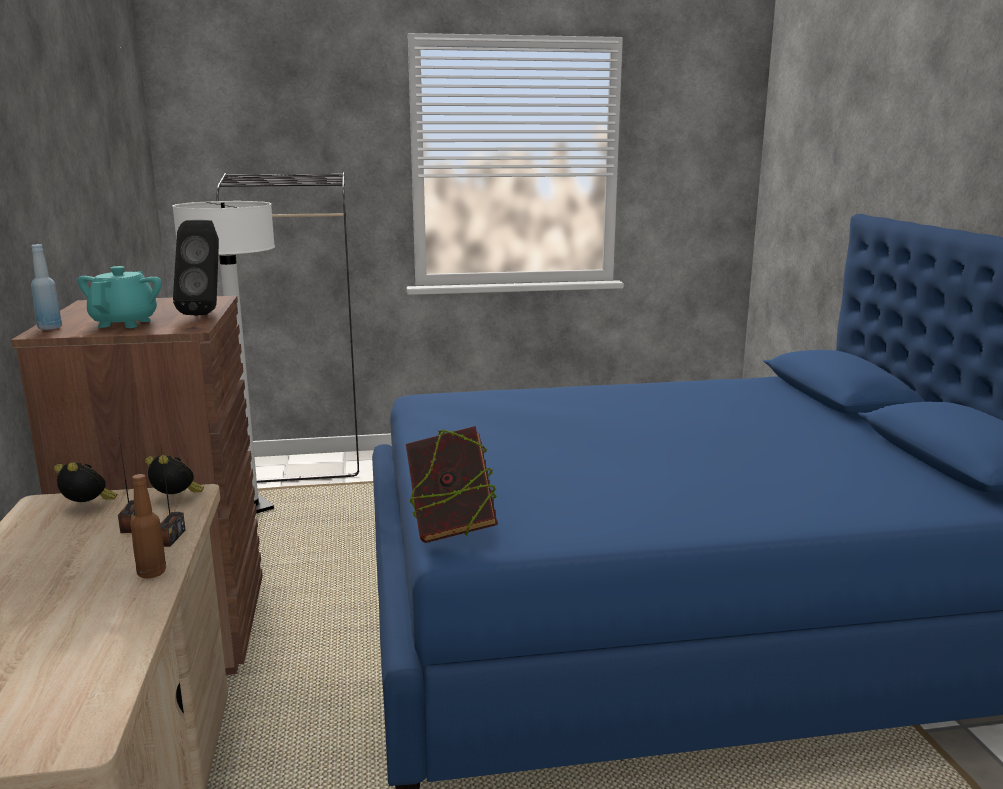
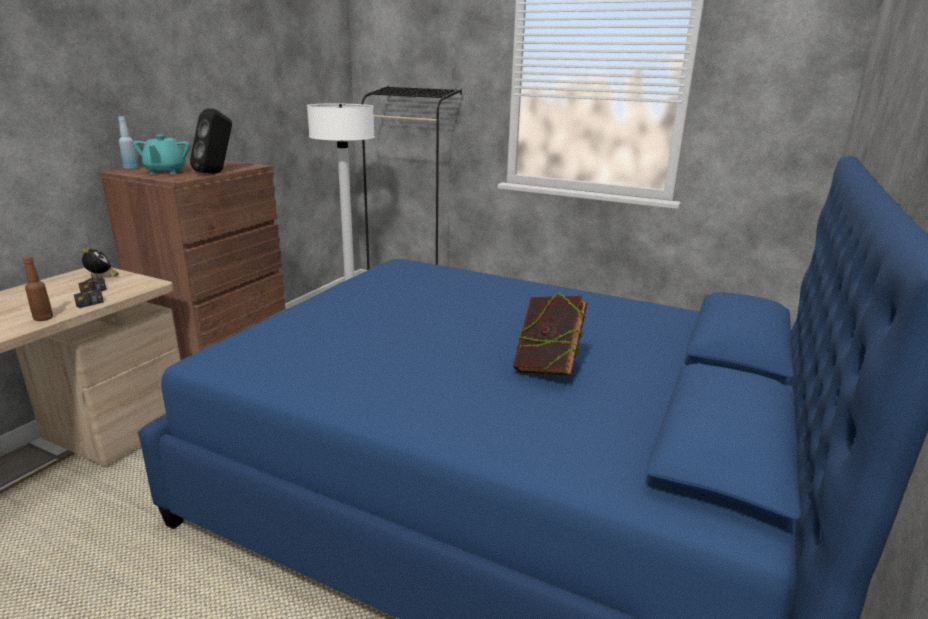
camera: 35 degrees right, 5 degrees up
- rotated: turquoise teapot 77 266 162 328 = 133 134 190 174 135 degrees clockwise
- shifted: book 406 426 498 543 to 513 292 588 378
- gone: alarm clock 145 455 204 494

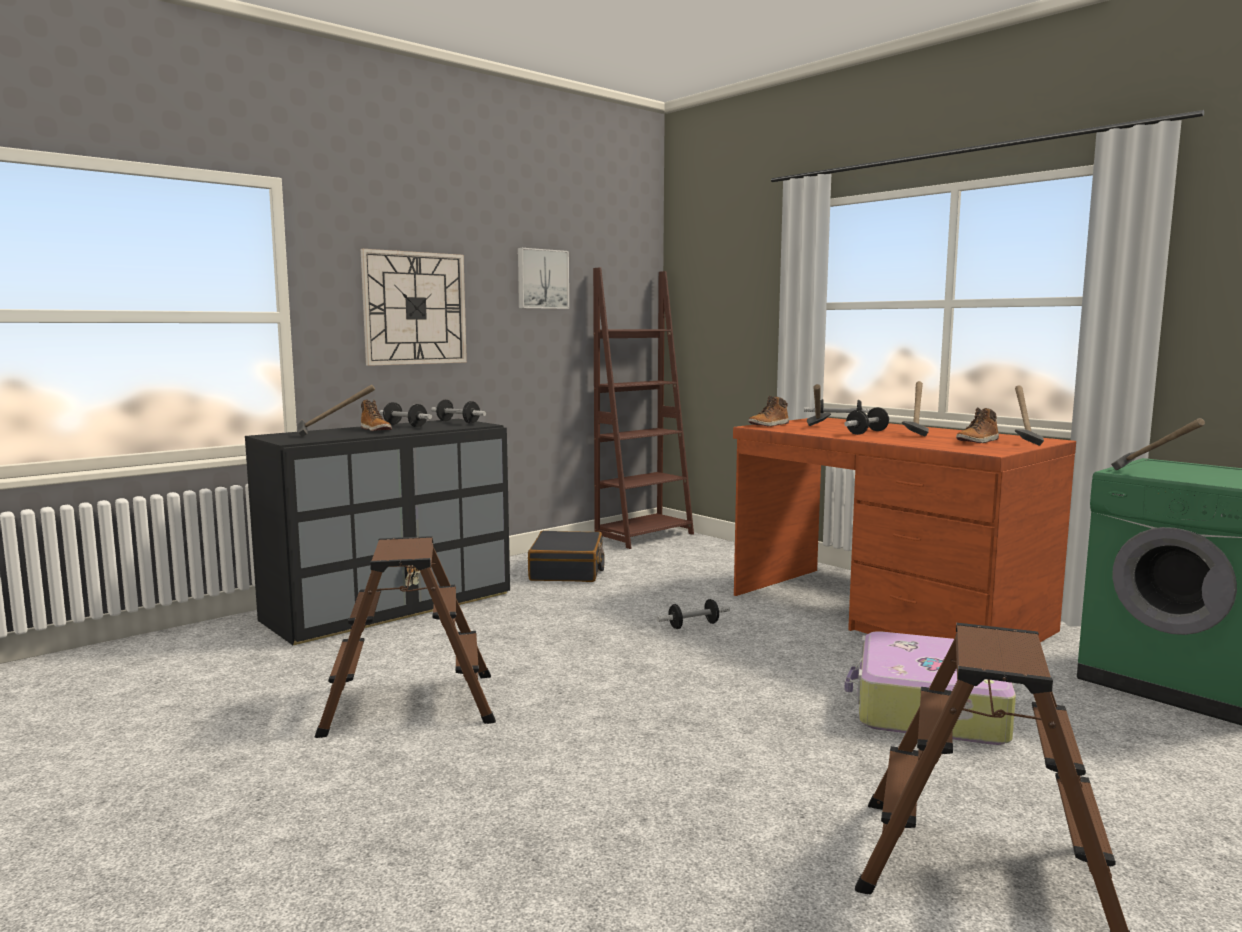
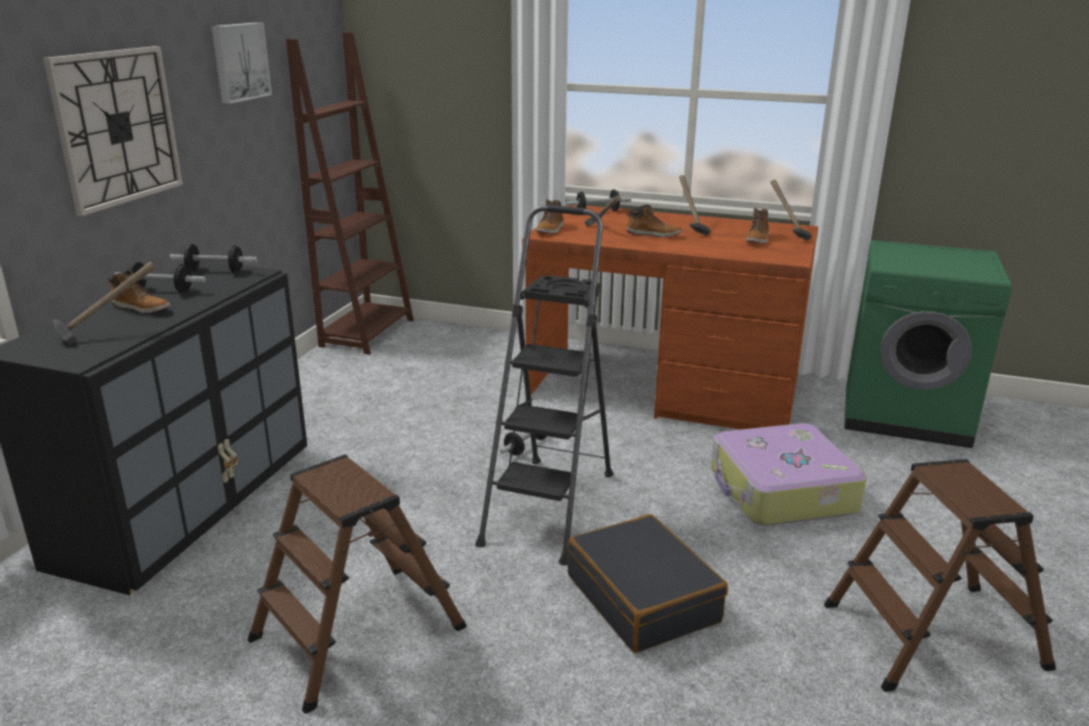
camera: 30 degrees left, 15 degrees up
- swapped: dumbbell 844 407 890 435 to boot 626 205 682 237
- gone: hammer 1111 418 1205 470
- shifted: black suitcase 528 531 604 582 to 567 514 728 653
- new: step ladder 475 205 614 565

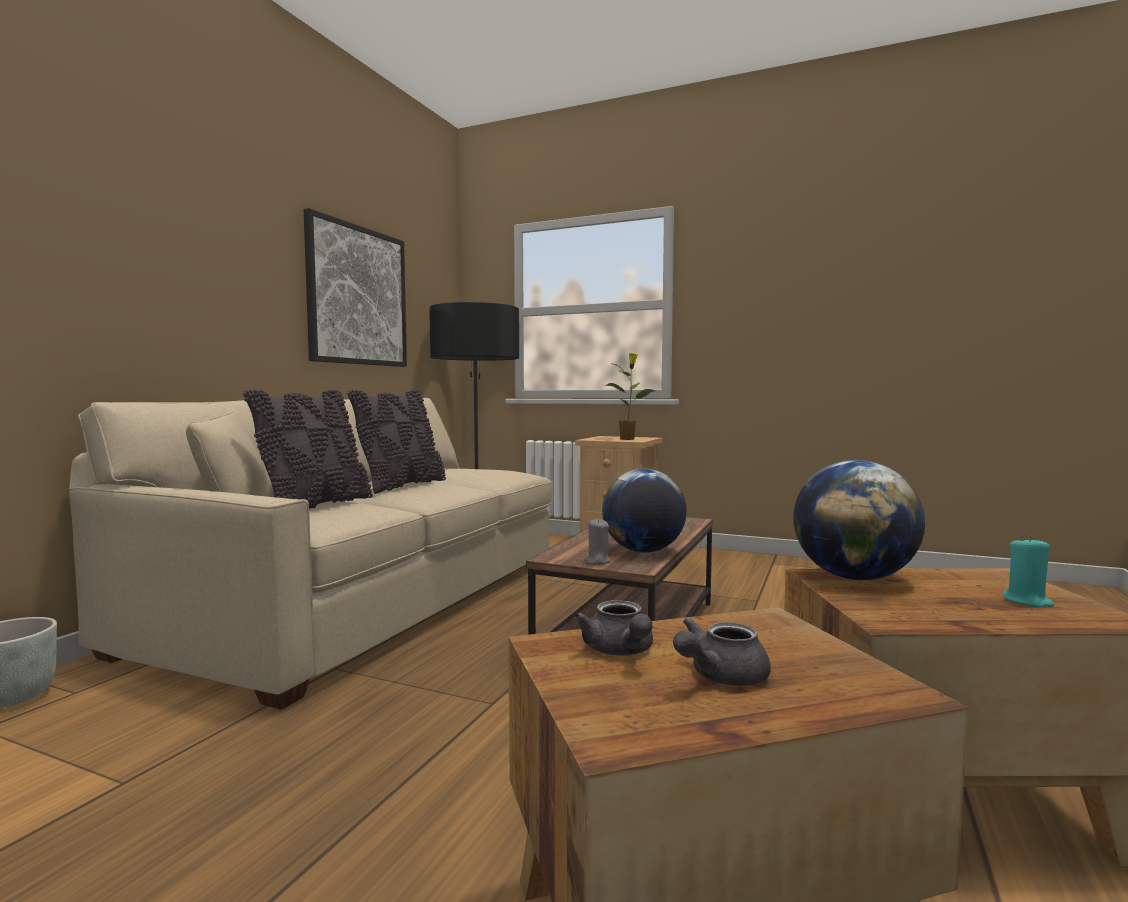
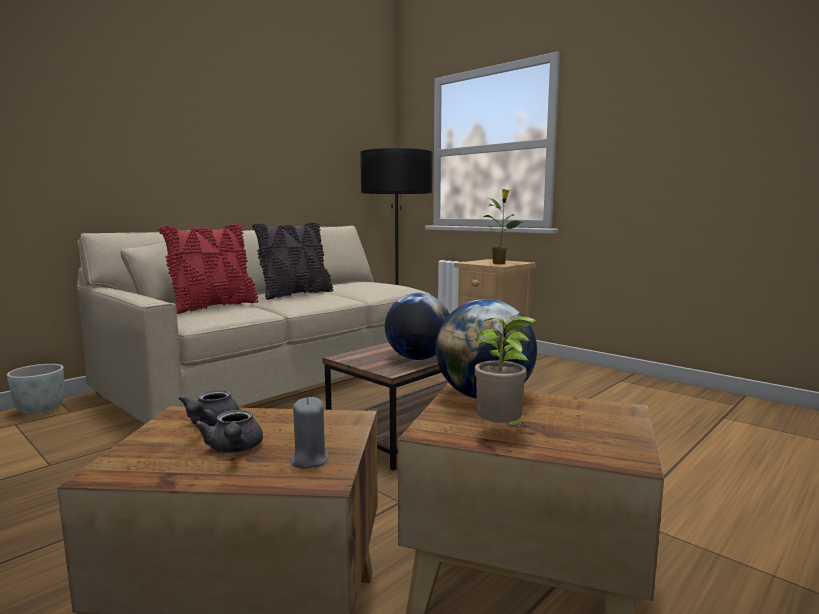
camera: 20 degrees right, 5 degrees up
- gone: picture 304 208 407 367
- repainted: black pillow 243 389 373 509 to red pillow 158 224 259 314
- shifted: grey candle 584 518 611 565 to 290 397 329 469
- gone: turquoise candle 1002 536 1054 608
- rotated: grey teapot 673 617 771 686 = 194 410 263 453 90 degrees counterclockwise
- new: potted plant 475 316 537 426

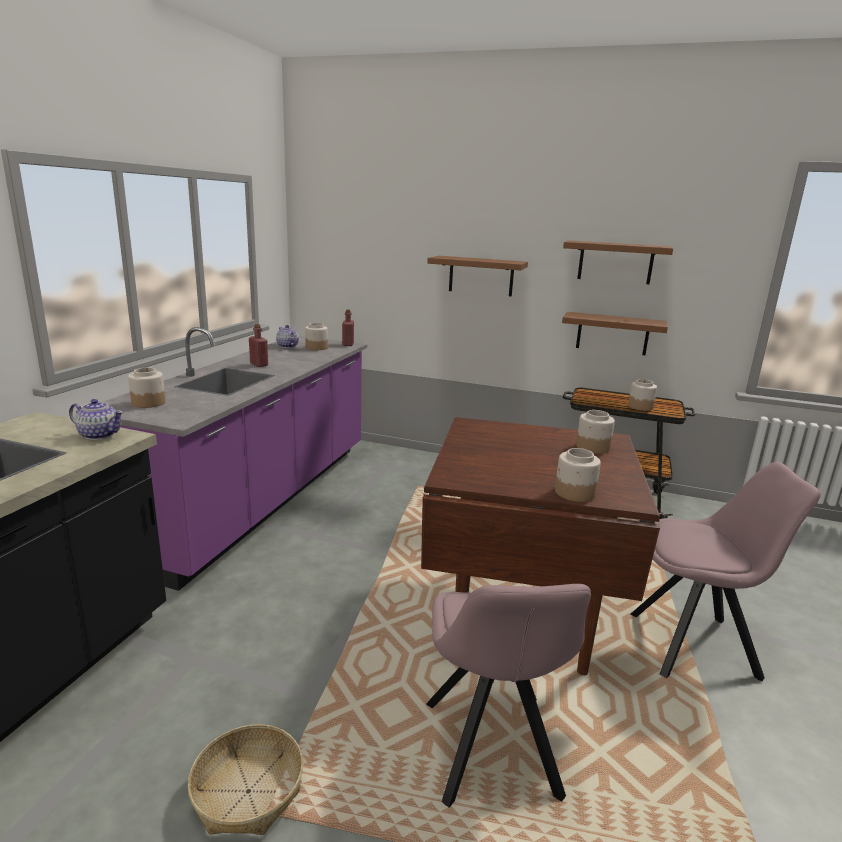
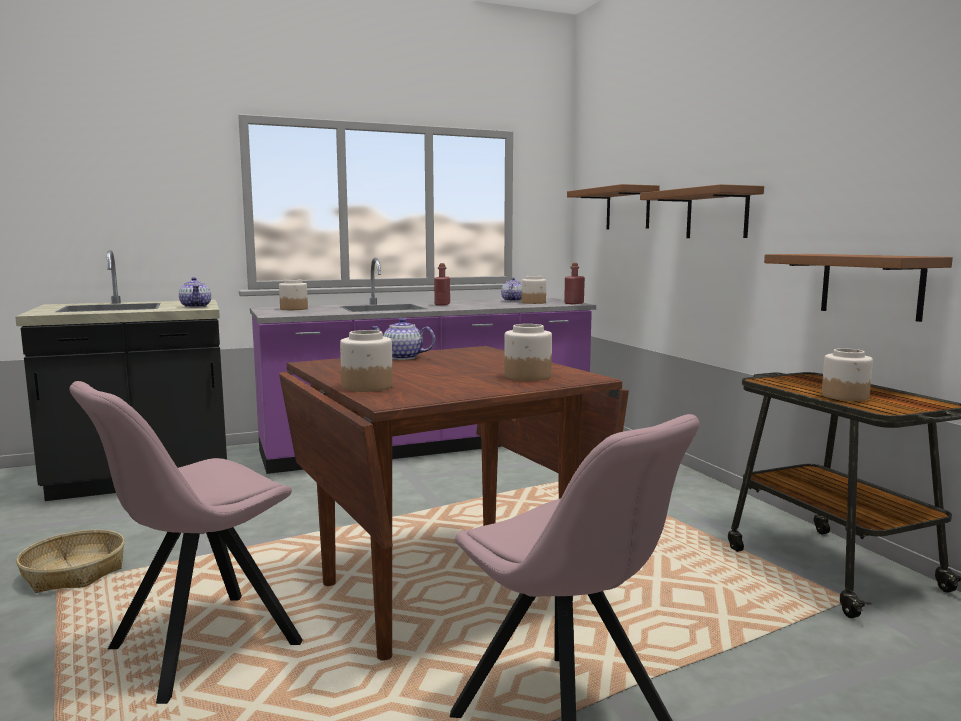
camera: 50 degrees right, 10 degrees down
- shifted: brown shelf 563 241 673 284 to 567 184 660 229
- new: teapot 370 318 435 360

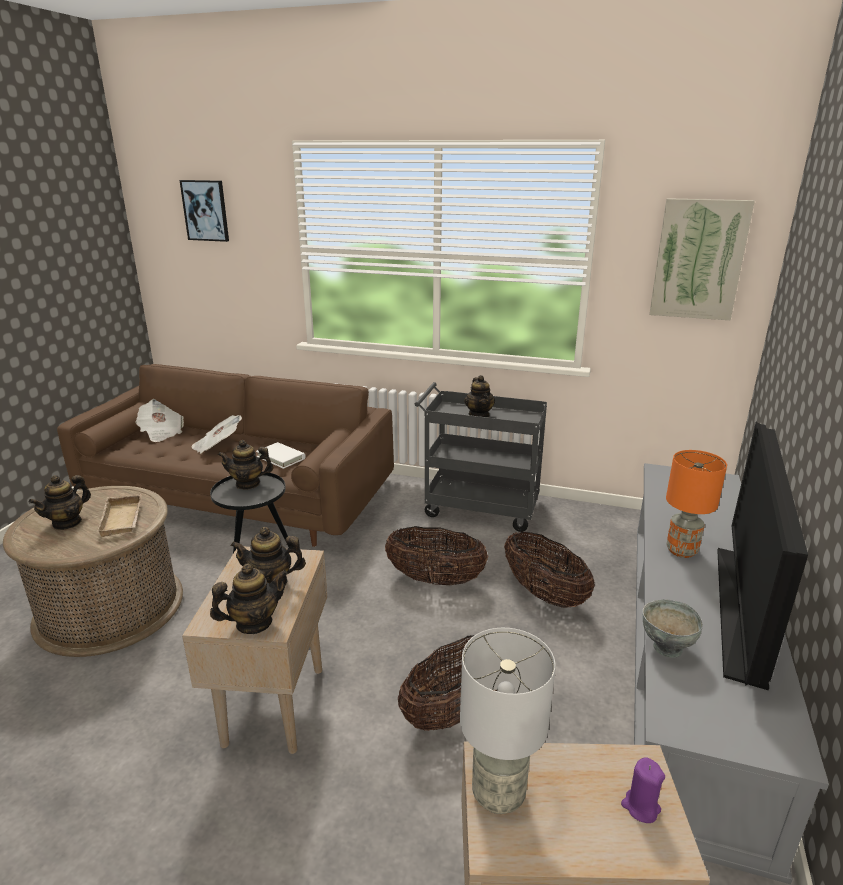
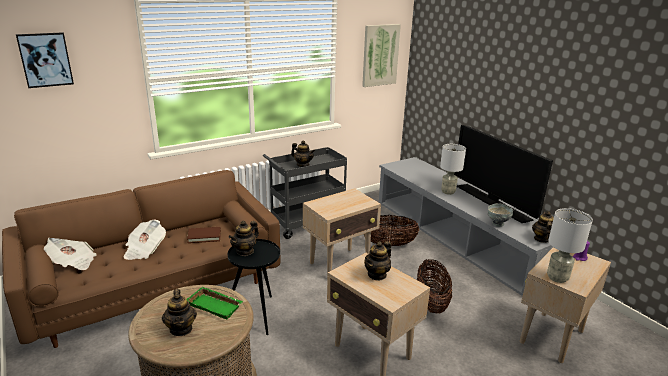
camera: 50 degrees left, 0 degrees up
- repainted: white book 256 442 305 469 to brown book 187 227 221 243
- repainted: orange table lamp 666 450 727 558 to grey table lamp 440 144 466 195
- repainted: beige tray 97 494 142 537 to green tray 187 286 243 320
- swapped: basket 385 526 488 585 to beige side table 303 188 381 279
- shifted: teapot 210 564 288 634 to 532 211 554 243

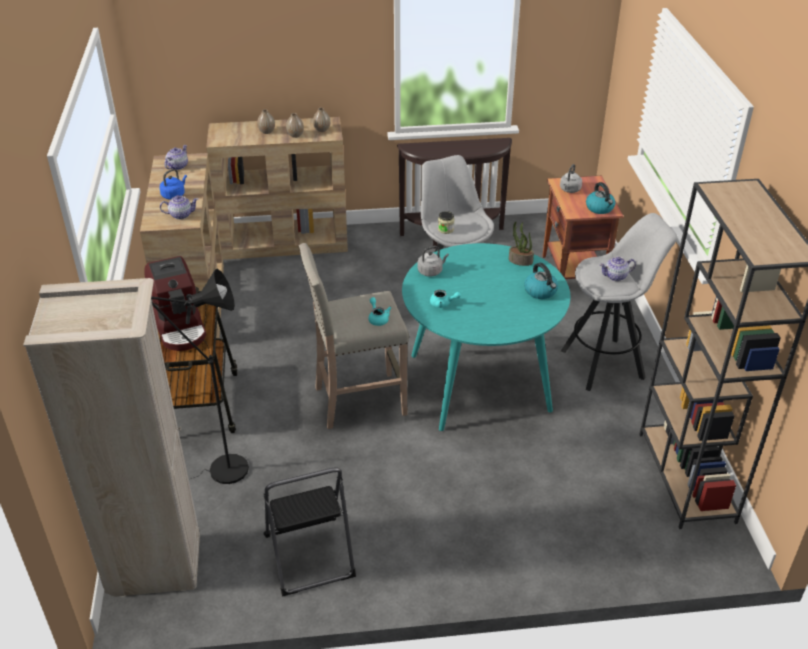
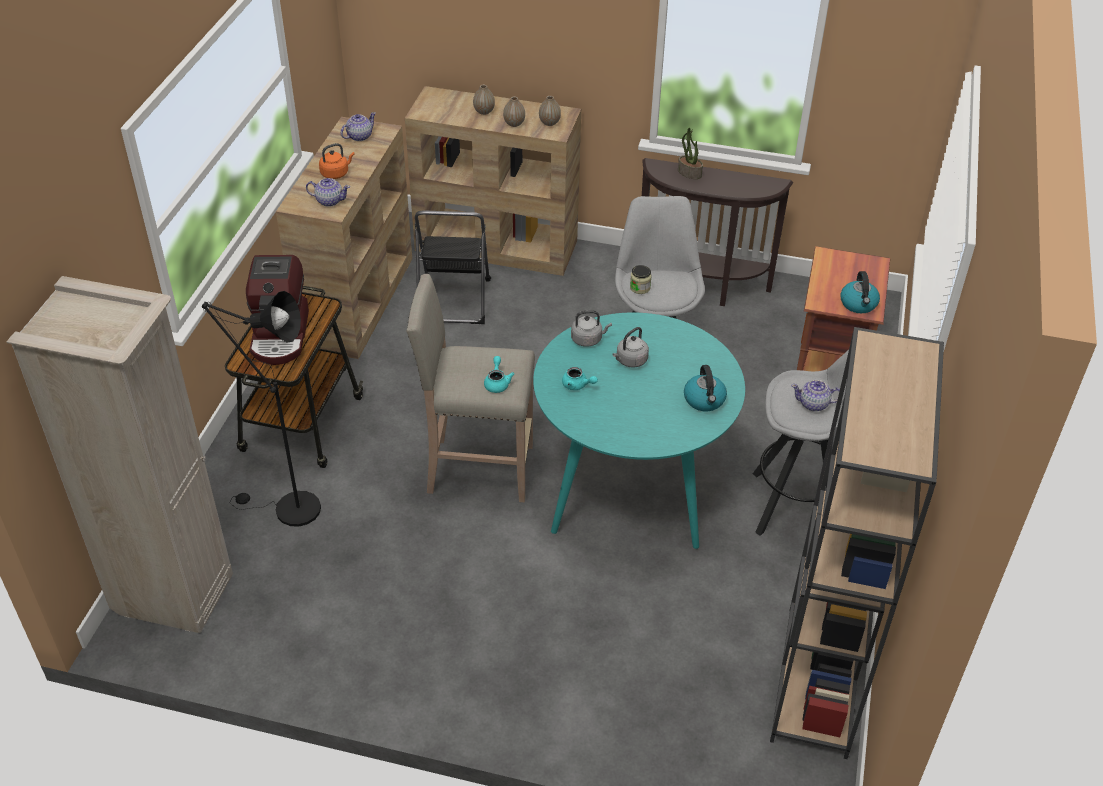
camera: 20 degrees right, 5 degrees up
- shifted: grey kettle 560 164 582 193 to 612 327 649 367
- repainted: blue kettle 160 169 187 200 to orange kettle 319 143 355 179
- shifted: potted plant 509 222 534 266 to 678 128 703 179
- shifted: black step ladder 263 468 356 596 to 415 210 491 324

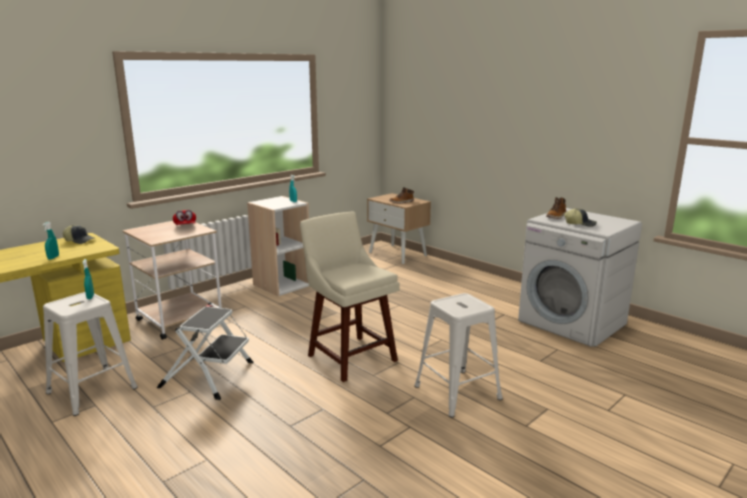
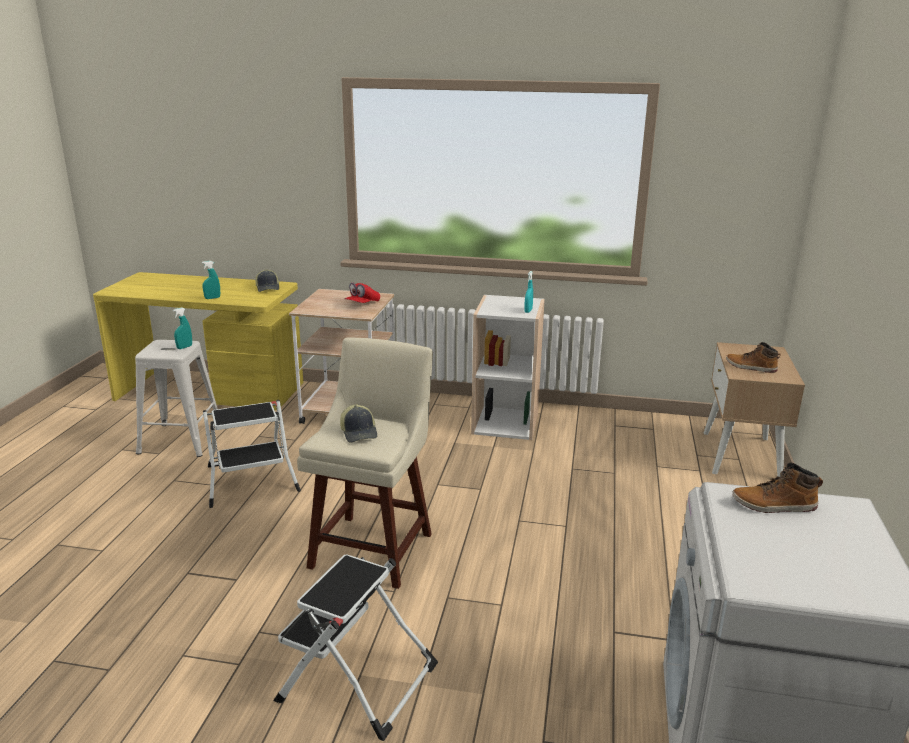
camera: 55 degrees right, 5 degrees up
- shifted: cap 564 208 597 227 to 340 405 377 443
- swapped: white stool 414 293 503 418 to step ladder 273 555 438 741

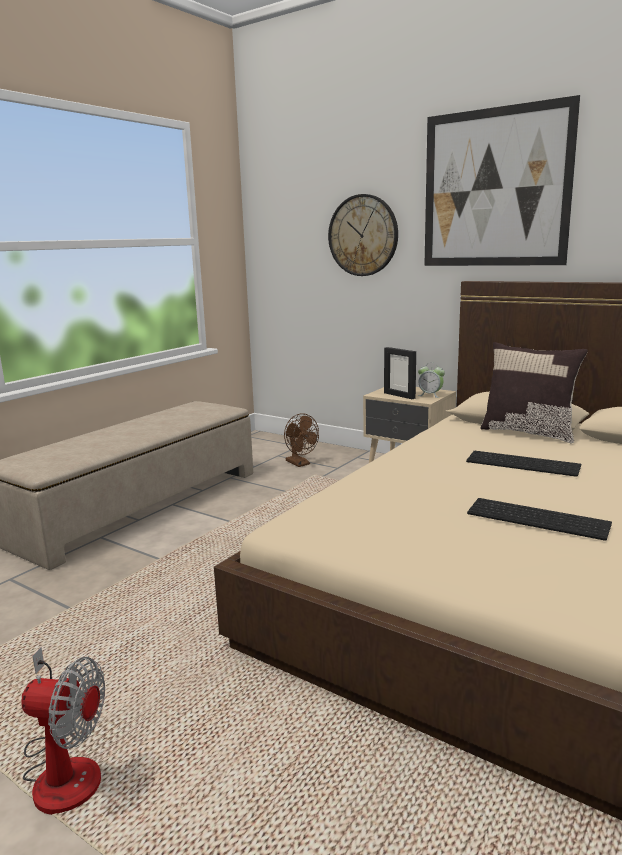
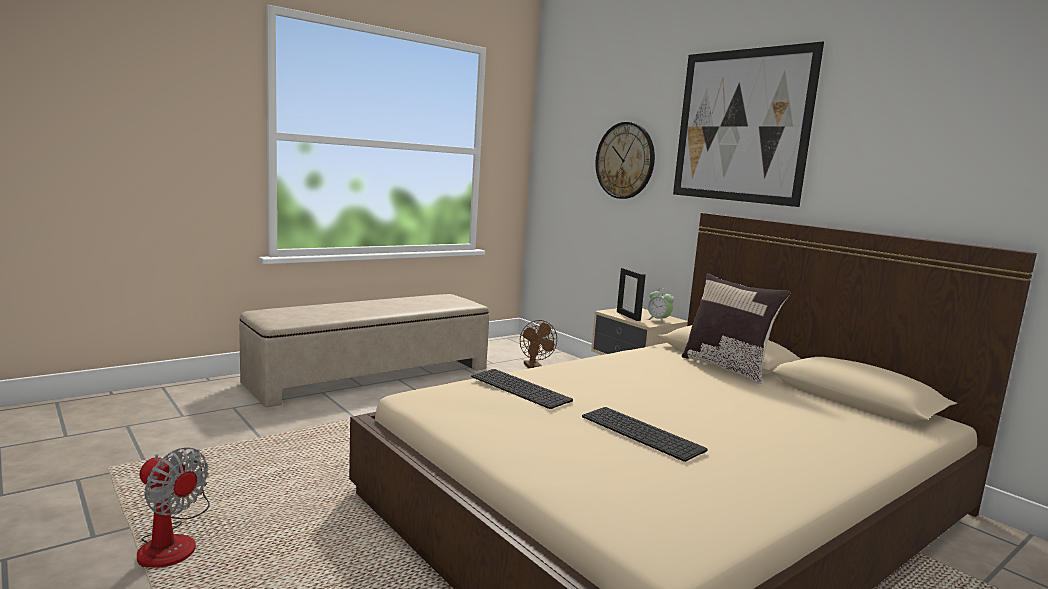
camera: 15 degrees right, 5 degrees down
- shifted: keyboard 466 451 581 477 to 471 369 573 409

